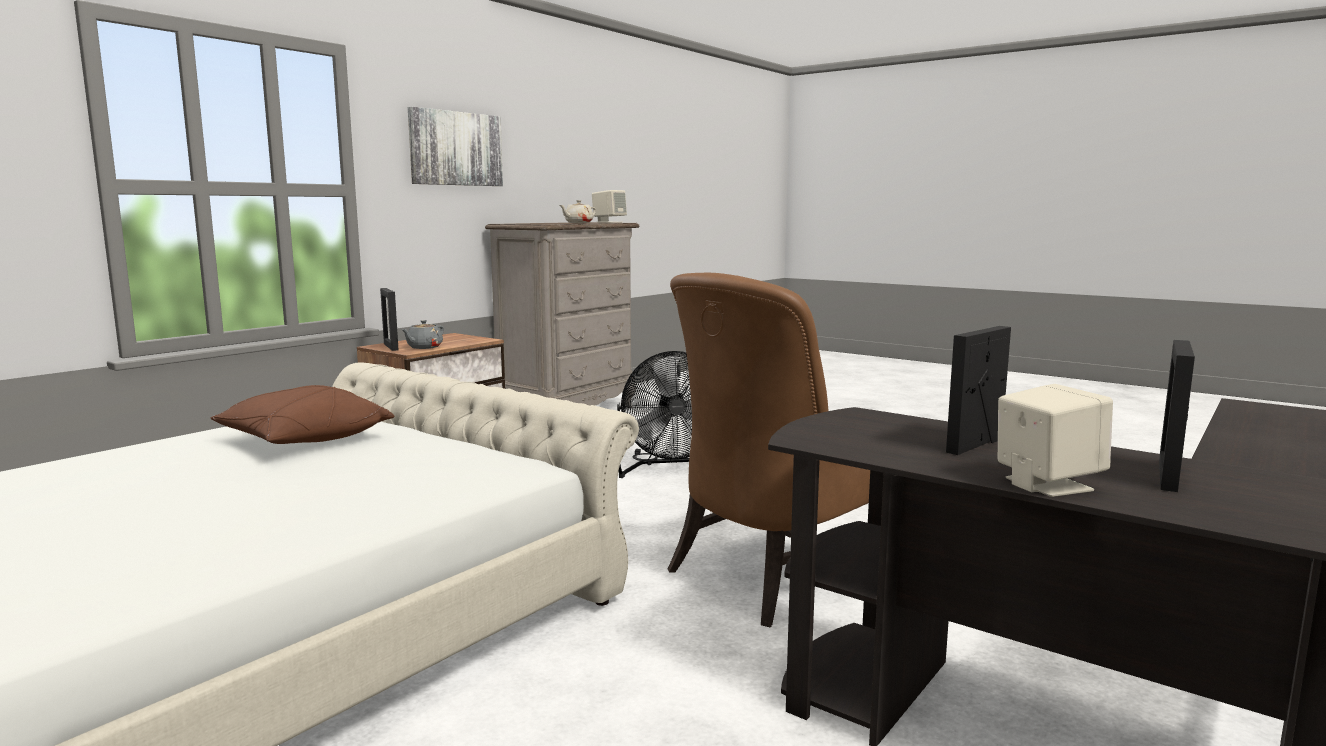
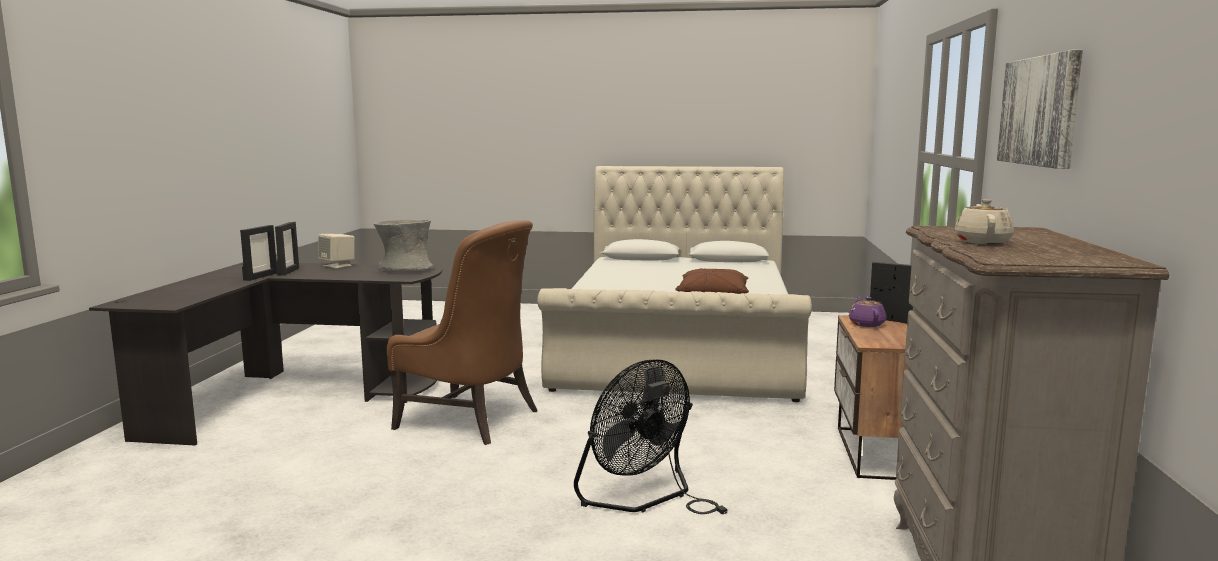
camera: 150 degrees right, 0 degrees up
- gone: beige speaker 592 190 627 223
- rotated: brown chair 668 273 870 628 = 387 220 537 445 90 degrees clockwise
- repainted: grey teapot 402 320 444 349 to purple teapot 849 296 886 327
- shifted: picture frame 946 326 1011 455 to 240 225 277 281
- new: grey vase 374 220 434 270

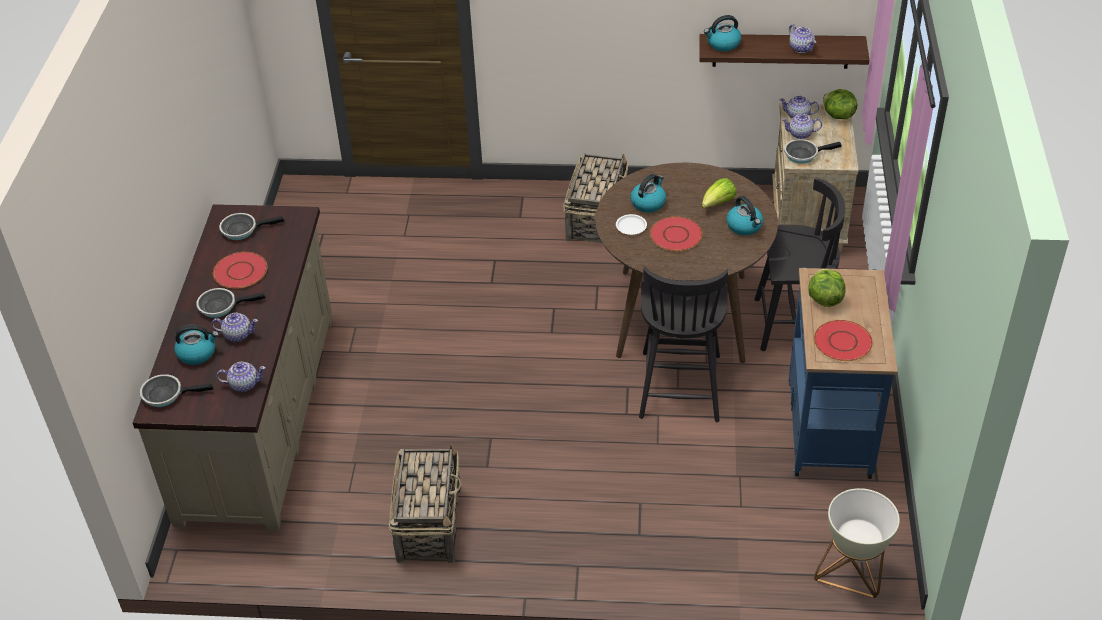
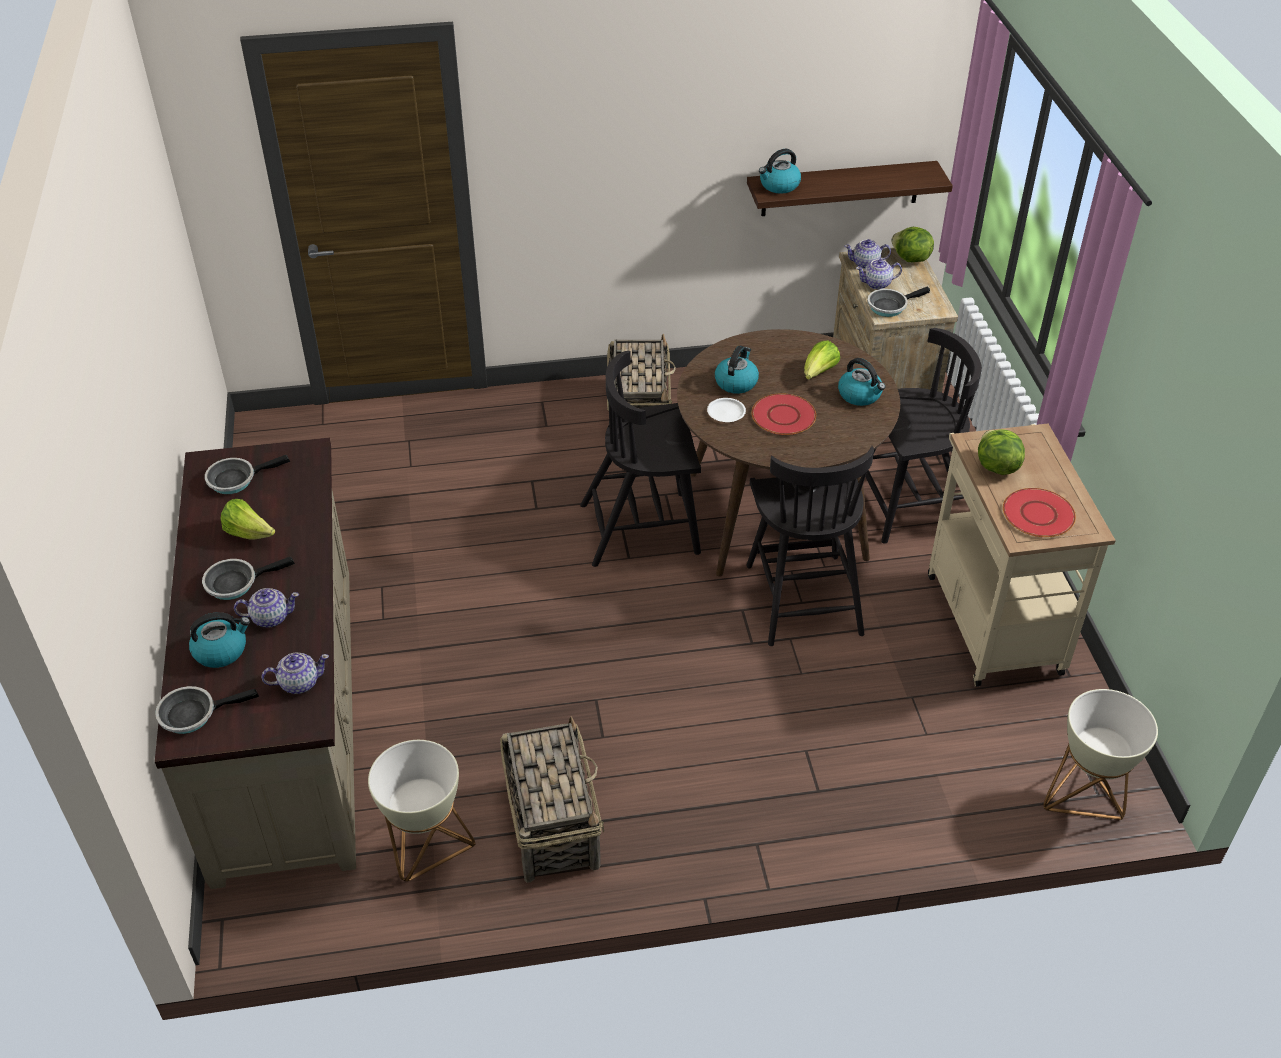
camera: 15 degrees left, 0 degrees up
- gone: teapot 789 24 816 53
- swapped: red plate 213 252 267 289 to lettuce 221 499 275 539
- repainted: blue cart 788 267 898 479 to beige cart 928 424 1116 687
- new: black chair 580 351 701 567
- new: planter 368 740 476 882

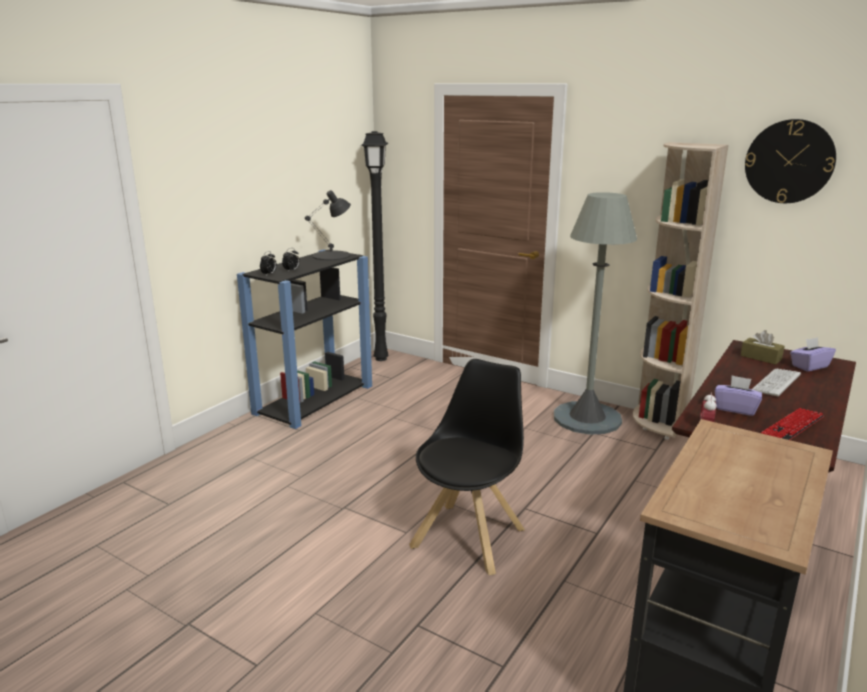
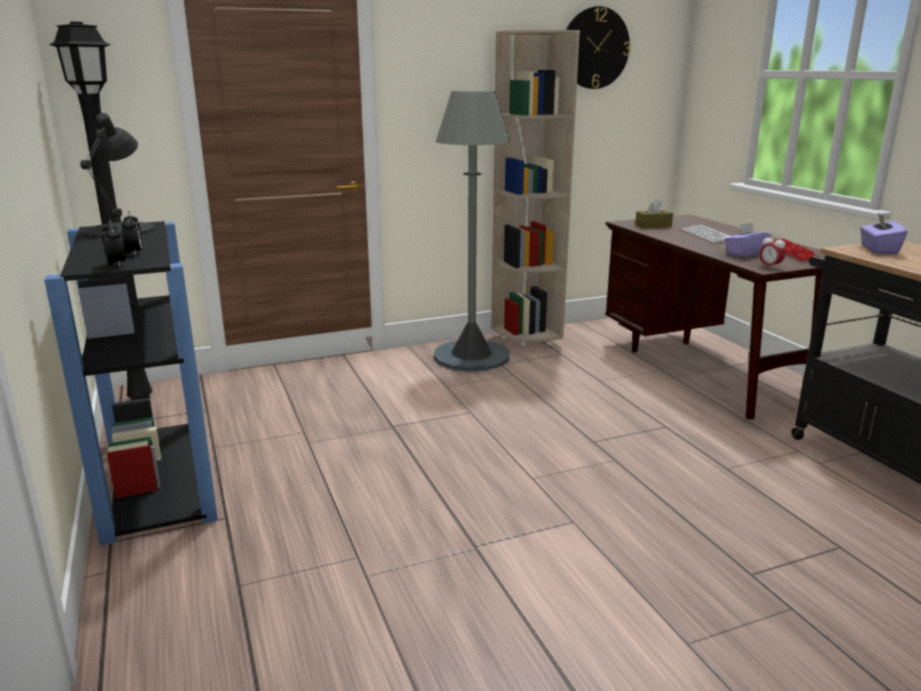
camera: 55 degrees left, 0 degrees up
- shifted: purple tissue box 790 337 836 371 to 860 213 907 254
- gone: black chair 409 359 525 575

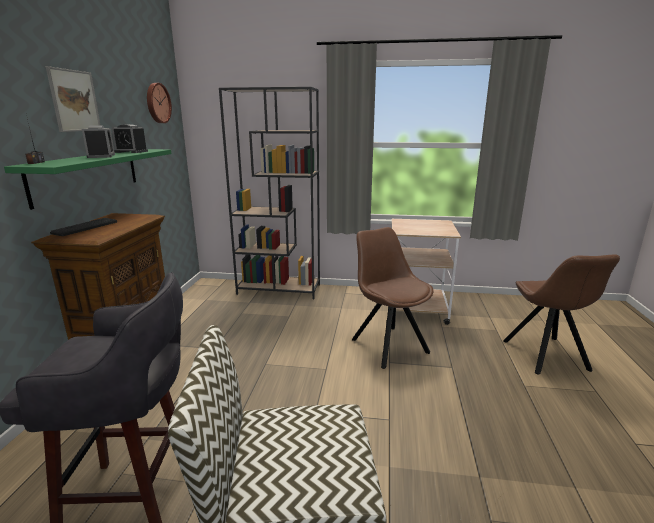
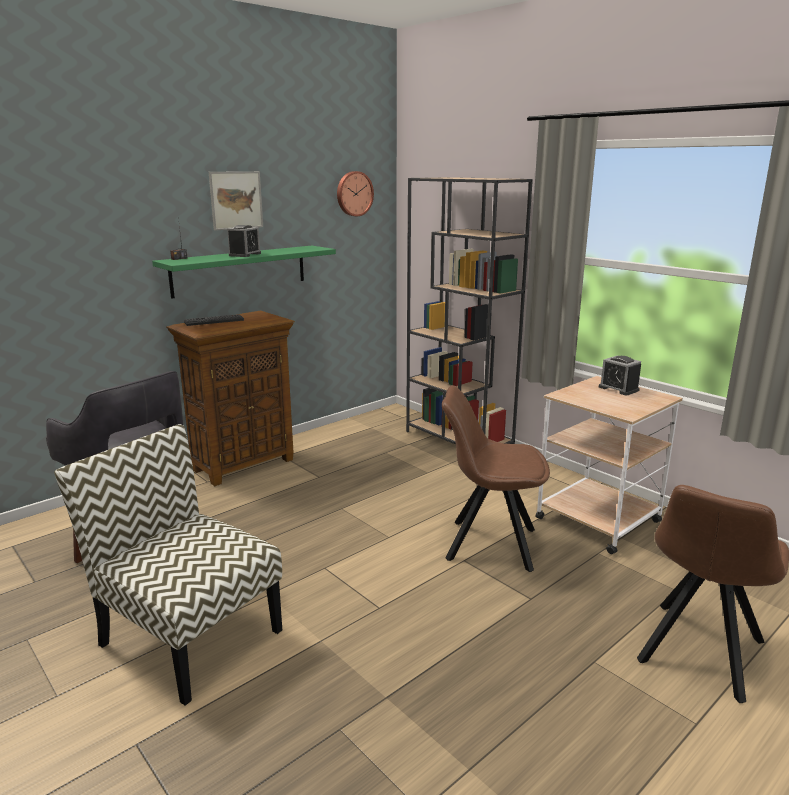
camera: 40 degrees right, 0 degrees up
- shifted: alarm clock 111 124 148 153 to 599 355 641 395
- rotated: brown chair 352 227 434 369 = 442 386 550 572 90 degrees counterclockwise

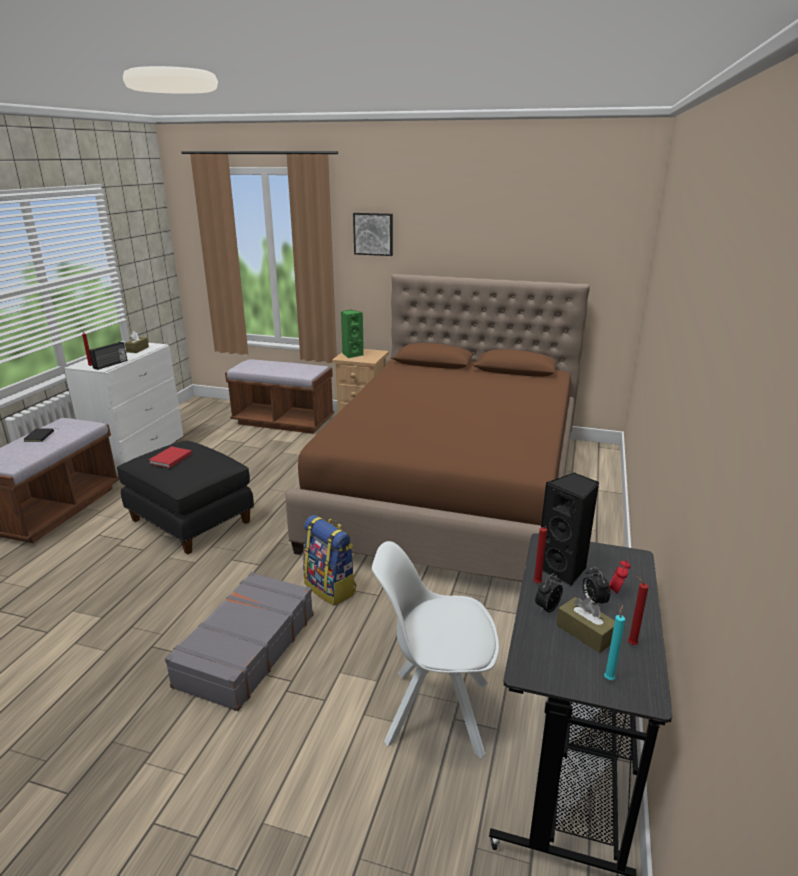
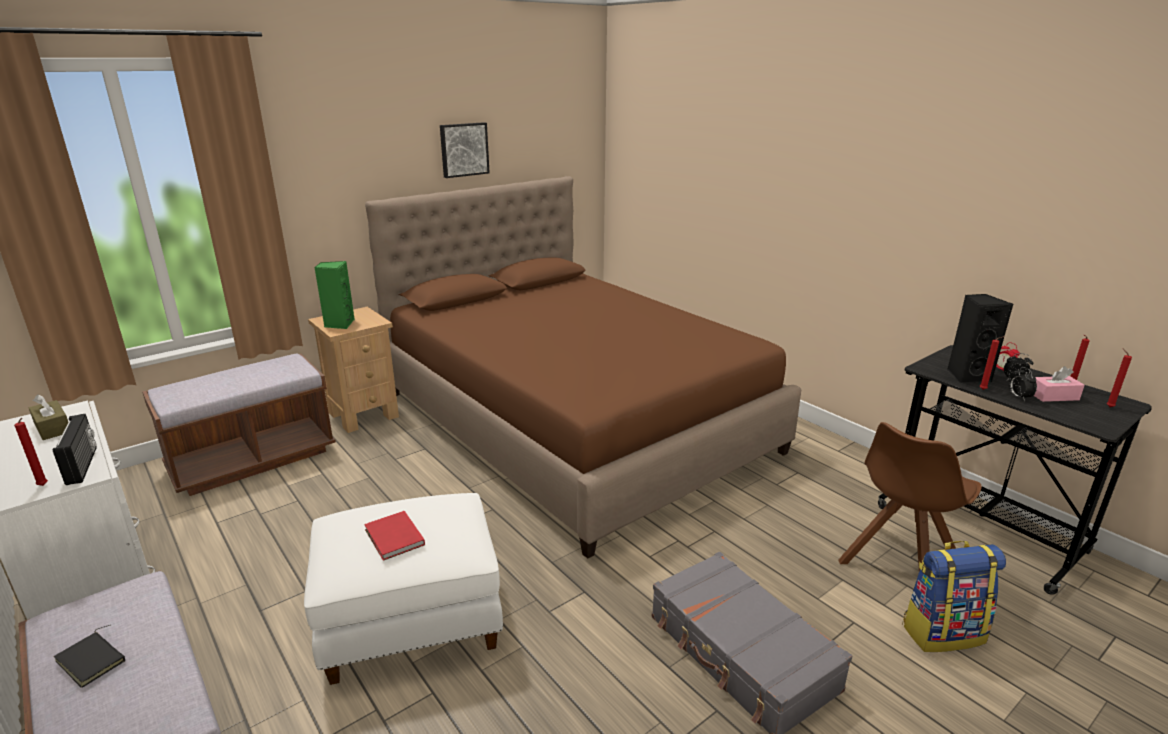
camera: 55 degrees left, 0 degrees up
- shifted: picture 353 213 393 256 to 440 122 490 178
- repainted: black ottoman 117 441 254 554 to white ottoman 304 493 503 685
- shifted: backpack 303 515 356 606 to 902 541 1006 652
- repainted: white chair 372 541 499 759 to brown chair 839 422 982 571
- repainted: brown tissue box 556 597 615 653 to pink tissue box 1033 366 1085 402
- repainted: turquoise candle 604 605 625 680 to red candle 1106 348 1132 407

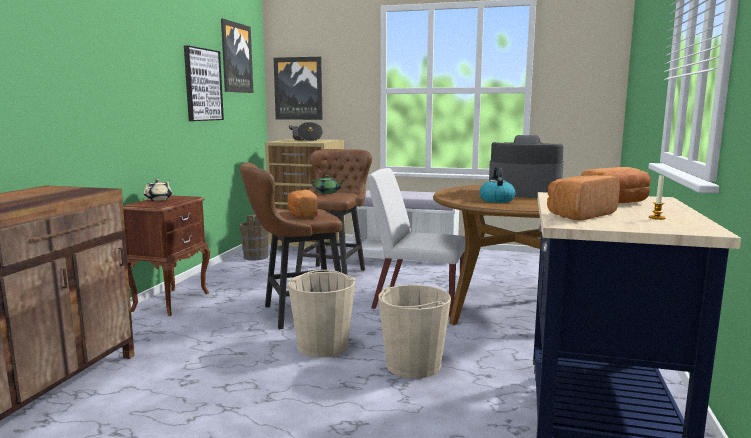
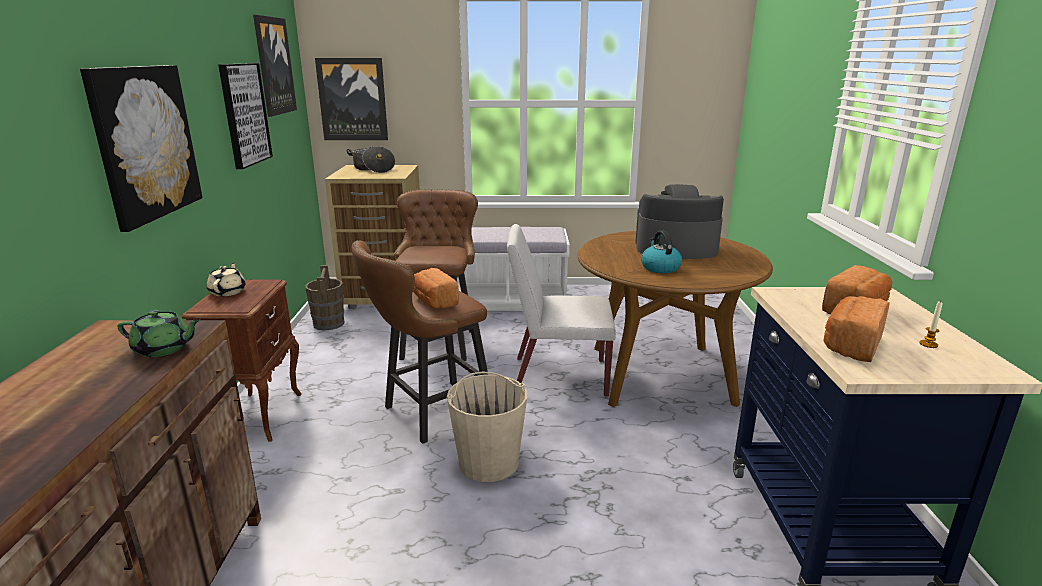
camera: 15 degrees left, 10 degrees up
- shifted: green teapot 311 175 344 194 to 117 310 200 357
- gone: beige bucket 378 285 451 378
- new: picture 80 65 203 232

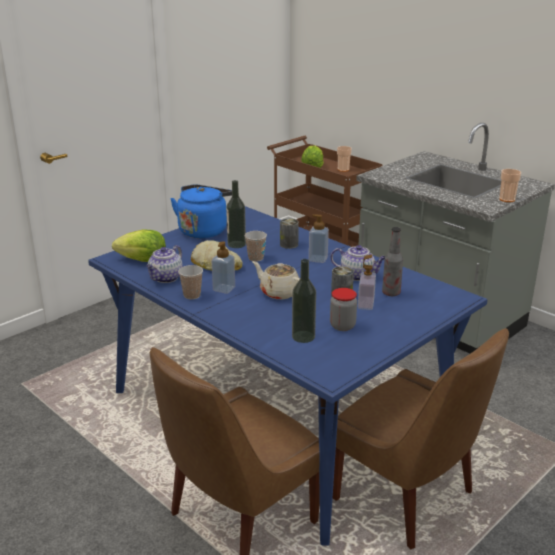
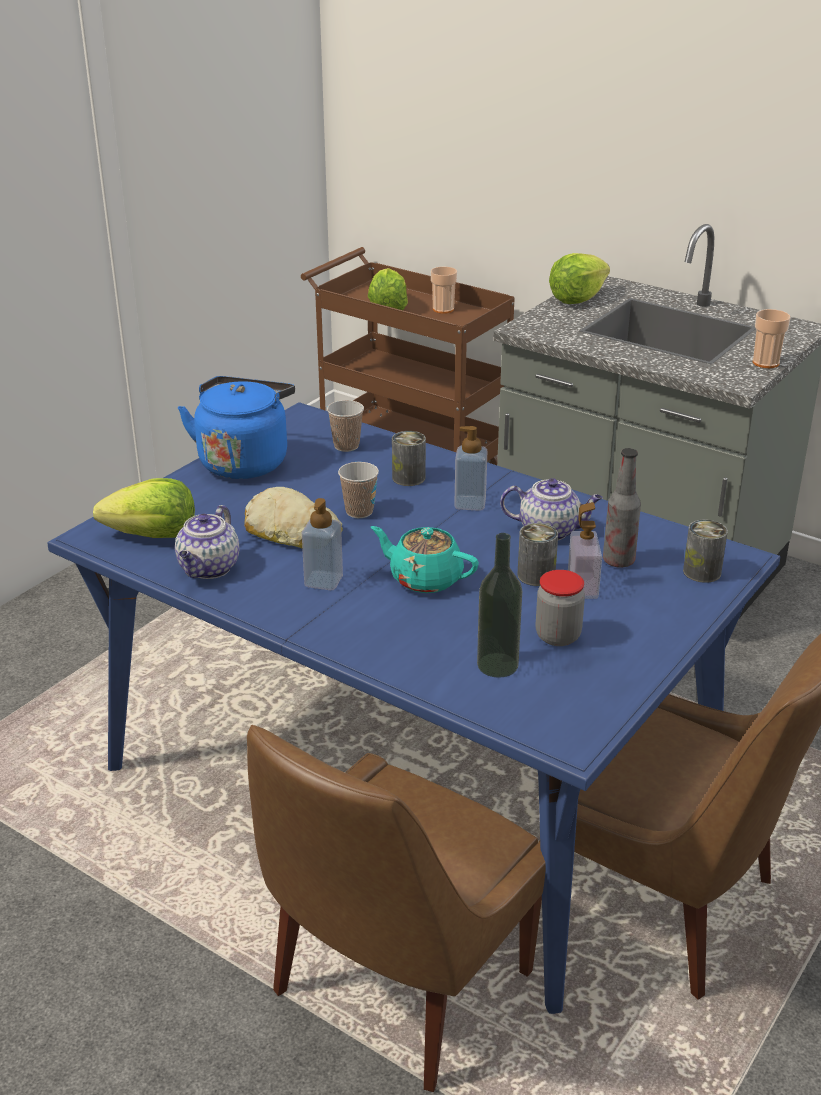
camera: 10 degrees left, 5 degrees up
- gone: bottle 226 180 246 248
- repainted: beige teapot 252 261 300 299 to turquoise teapot 370 526 479 593
- shifted: cup 178 265 203 300 to 327 400 364 452
- new: lettuce 549 253 610 304
- new: can 683 520 728 583

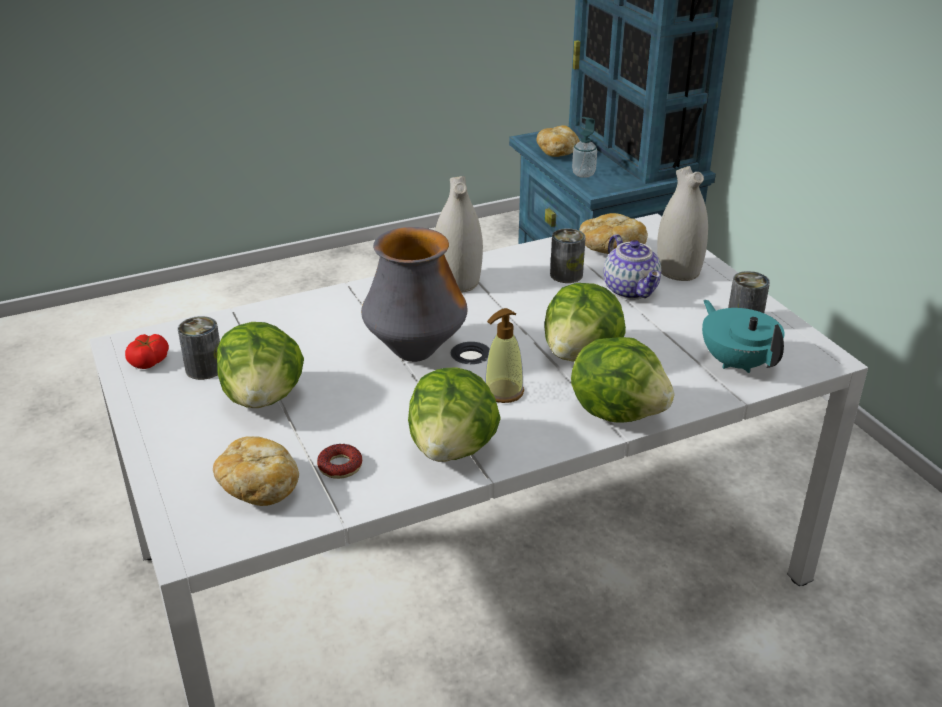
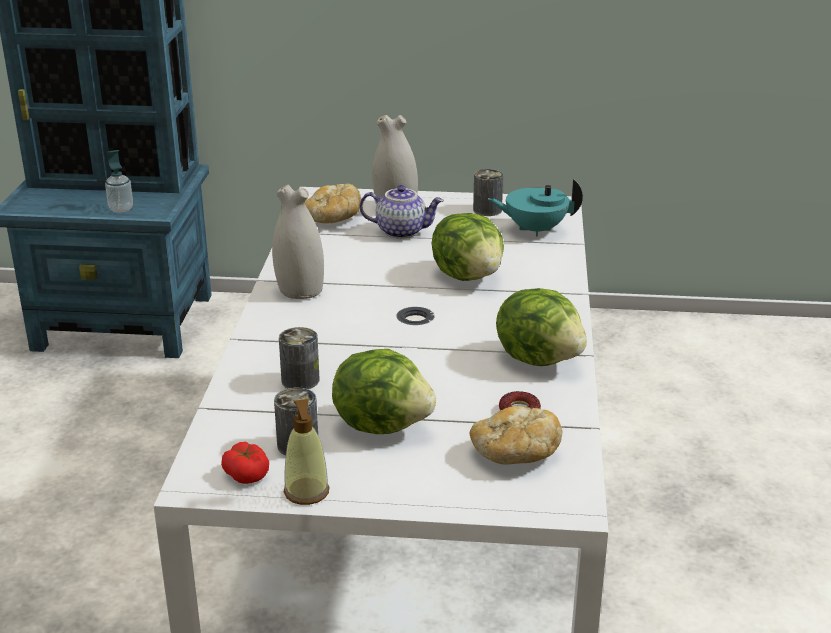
camera: 60 degrees left, 5 degrees down
- gone: bread 536 125 580 157
- gone: vase 361 227 467 362
- shifted: can 550 228 586 283 to 279 327 320 389
- shifted: soap dispenser 485 308 524 403 to 284 399 329 505
- gone: lettuce 571 337 674 423

